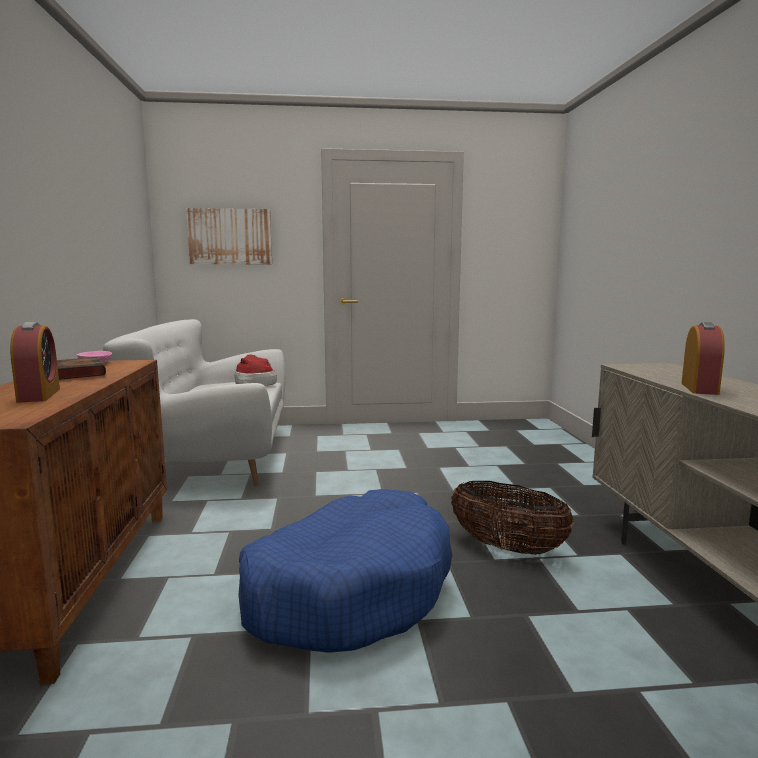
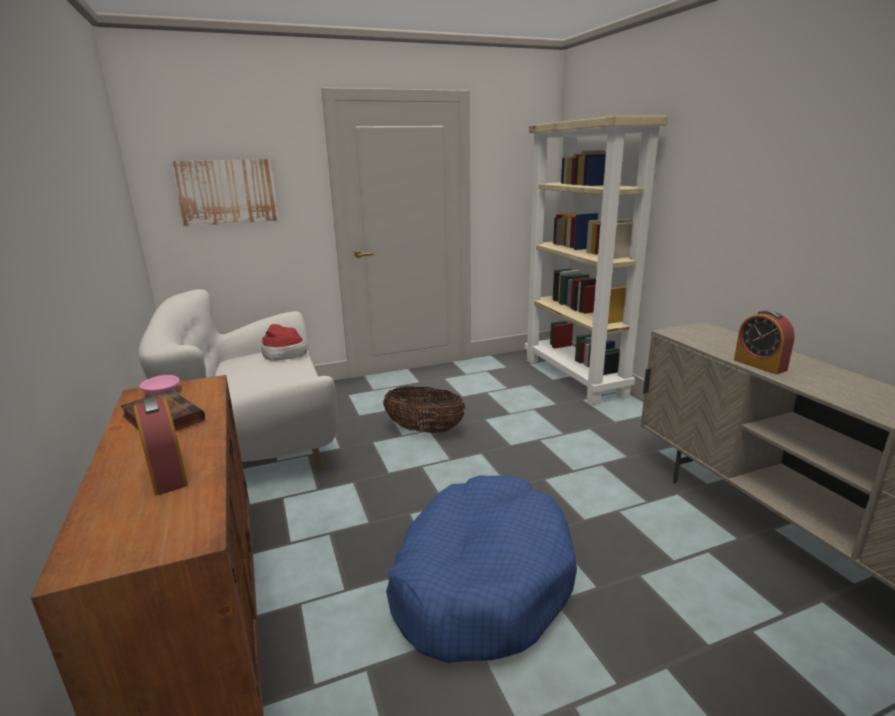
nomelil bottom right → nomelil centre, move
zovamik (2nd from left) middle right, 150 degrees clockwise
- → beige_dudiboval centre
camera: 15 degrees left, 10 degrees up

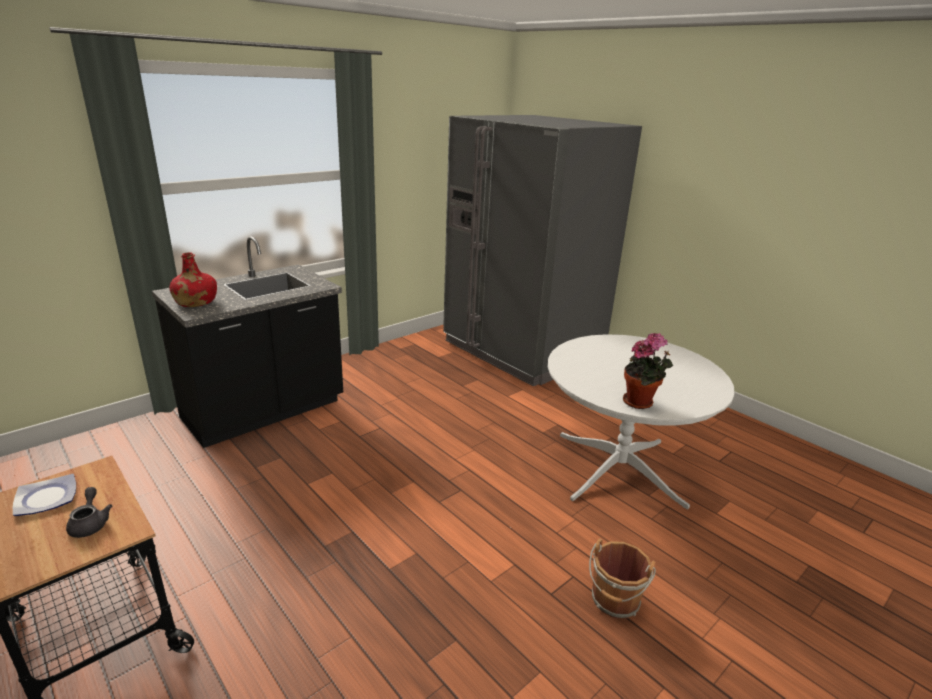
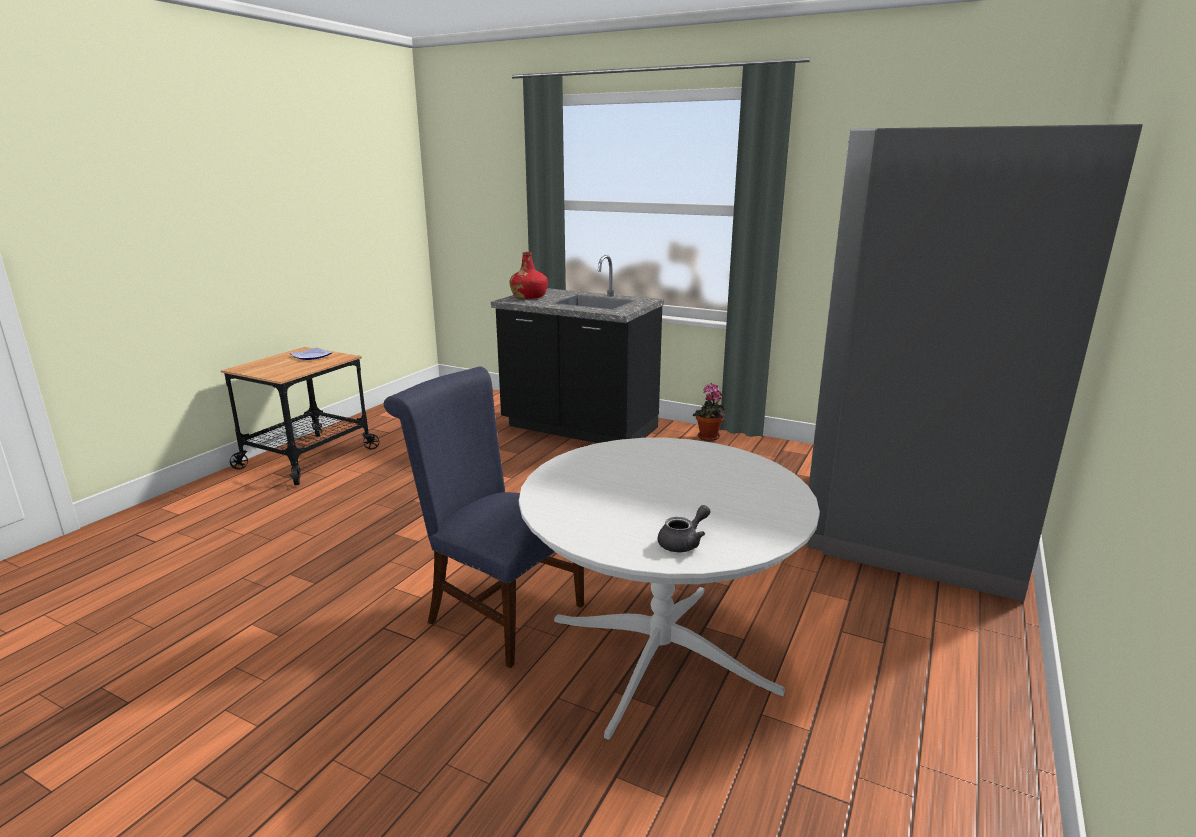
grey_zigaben bottom left → grey_zigaben centre, move
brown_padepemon bottom right → -
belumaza middle right → belumaza centre, move
- → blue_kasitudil centre
camera: 70 degrees right, 5 degrees down

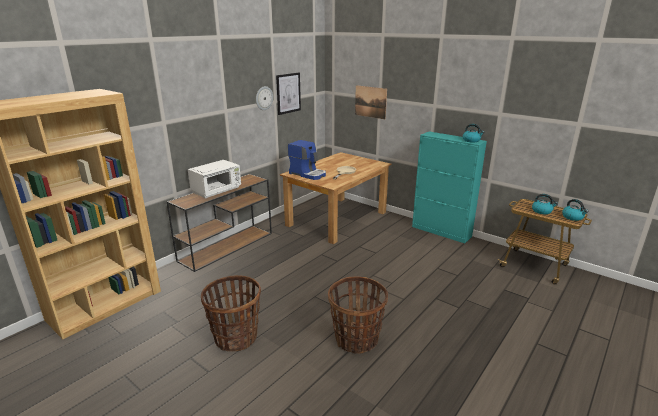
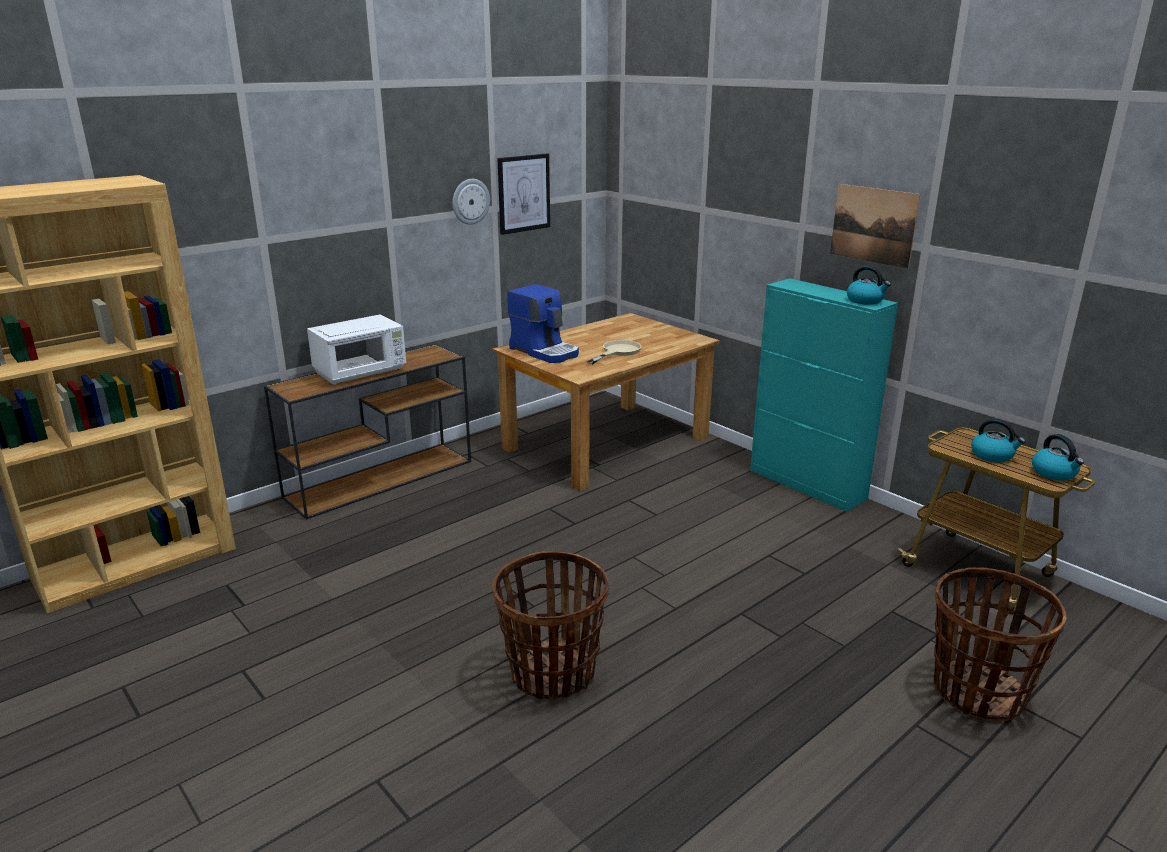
nomelil (1st from left in the first image) bottom centre → nomelil (2nd from left) bottom right, move
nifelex (2nd from left) top centre → nifelex (2nd from left) top right, move
camera: 10 degrees right, 0 degrees up

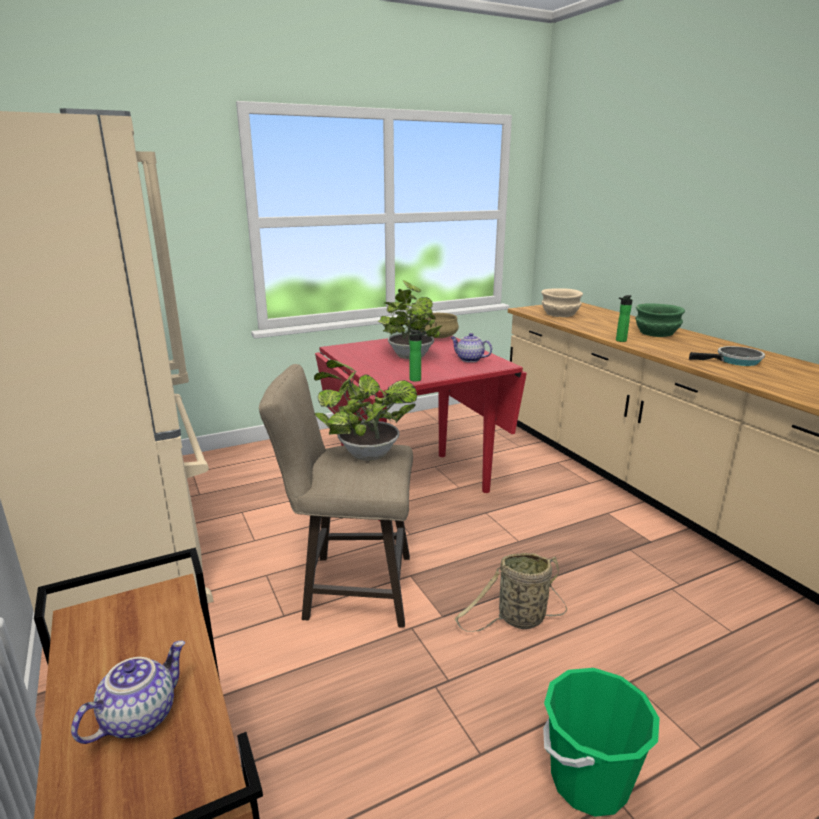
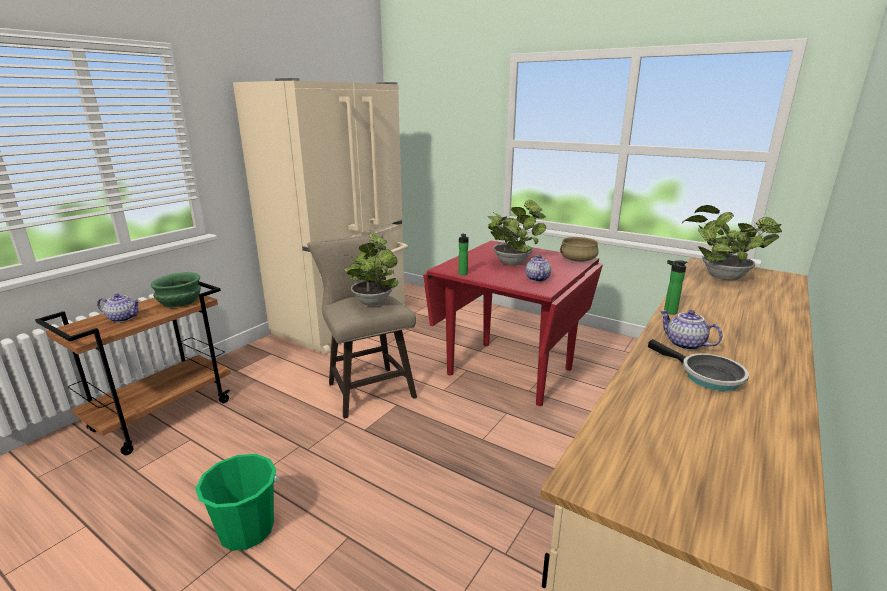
nomelil bottom centre → -
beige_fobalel middle right → belumaza (3rd from left) middle right
green_fobalel middle right → green_fobalel middle left, move
- → zigaben (3rd from left) middle right
camera: 60 degrees right, 0 degrees up

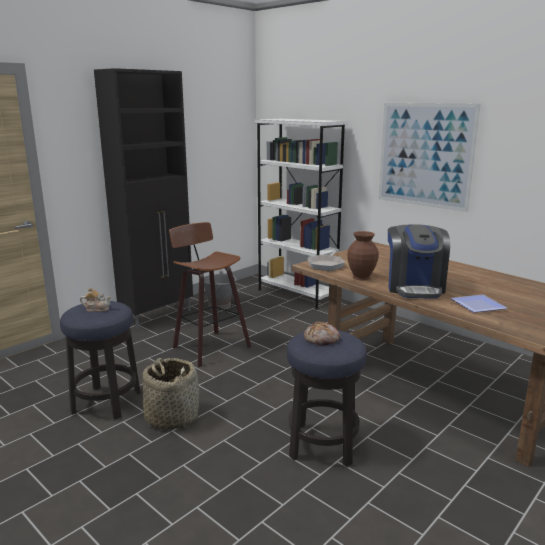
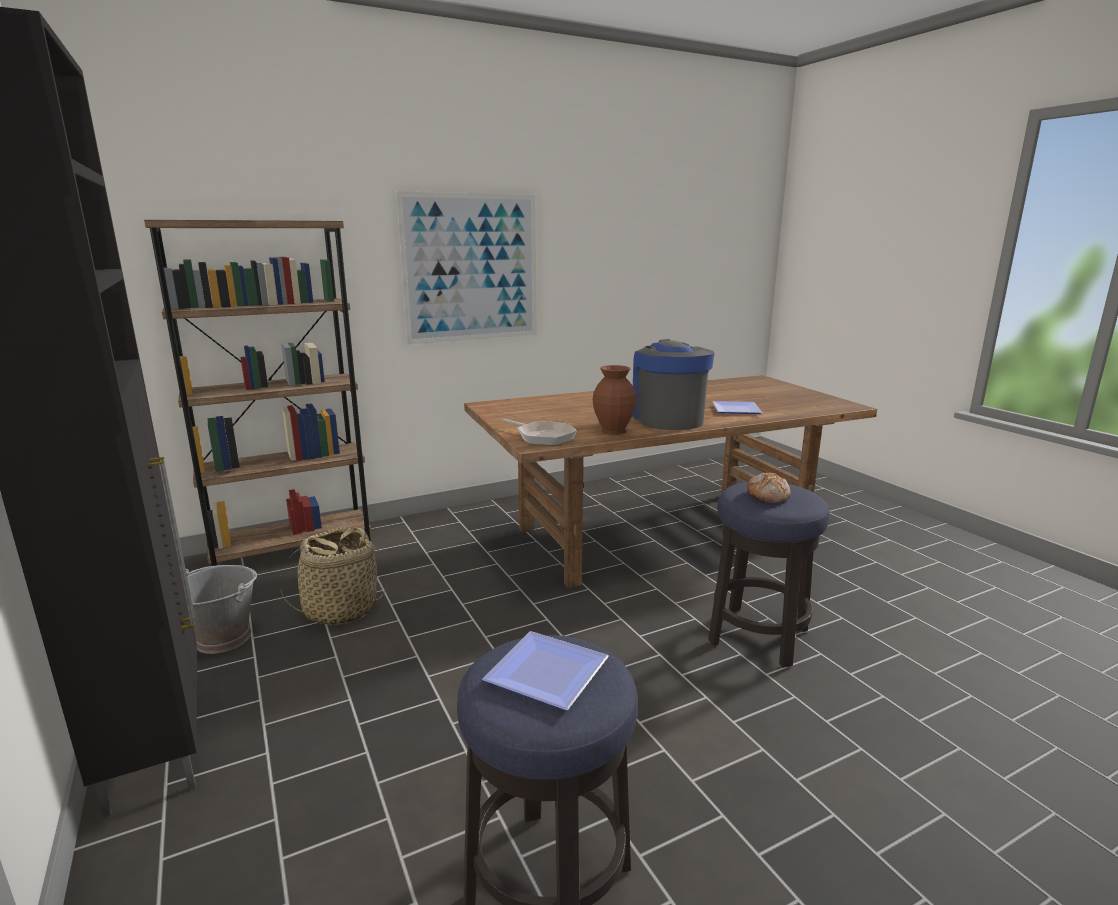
zigaben middle left → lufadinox (1st from left) bottom centre
nomelil bottom left → nomelil middle left, move
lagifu (2nd from left) centre → -
white_dudiboval centre → brown_dudiboval middle left
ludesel middle right → ludesel centre, 120 degrees counterclockwise
camera: 70 degrees left, 0 degrees up

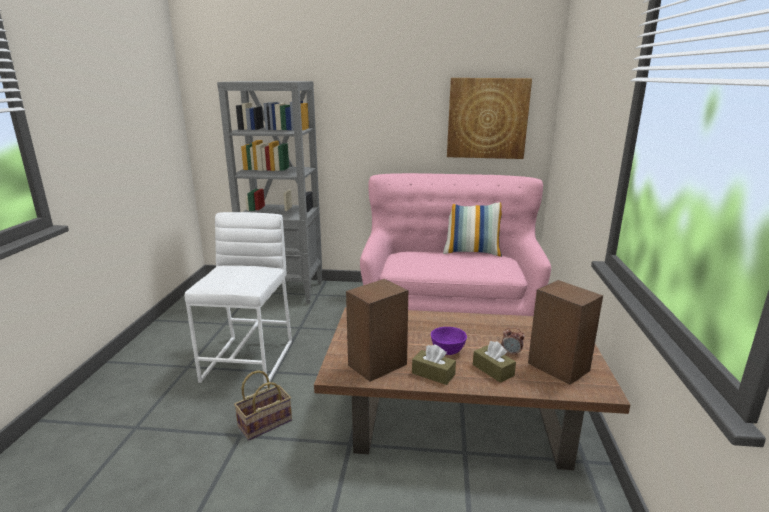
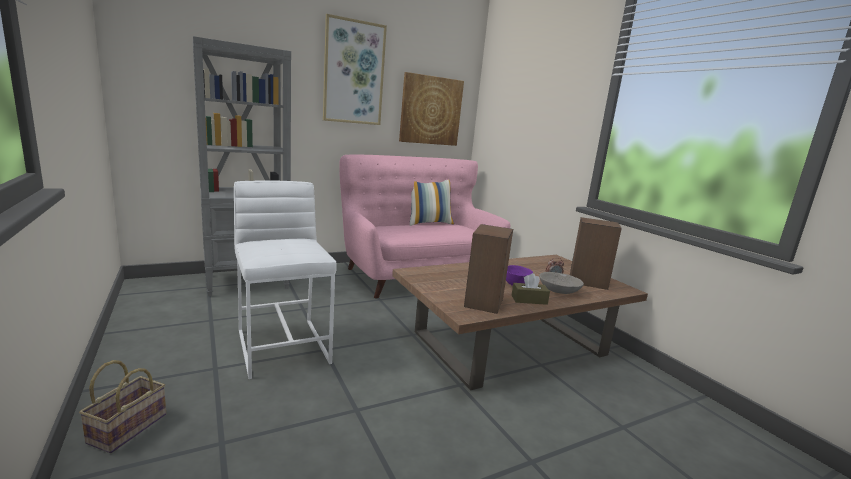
nomelil bottom centre → nomelil bottom left, move
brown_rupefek (2nd from left) bottom centre → grey_fobalel centre
- → nifelex (1st from left) top centre
camera: 35 degrees left, 5 degrees down

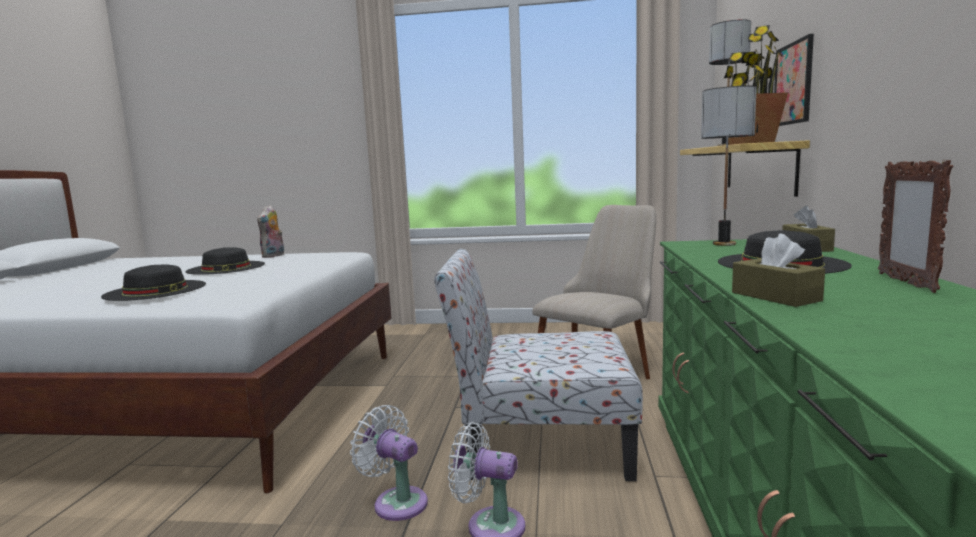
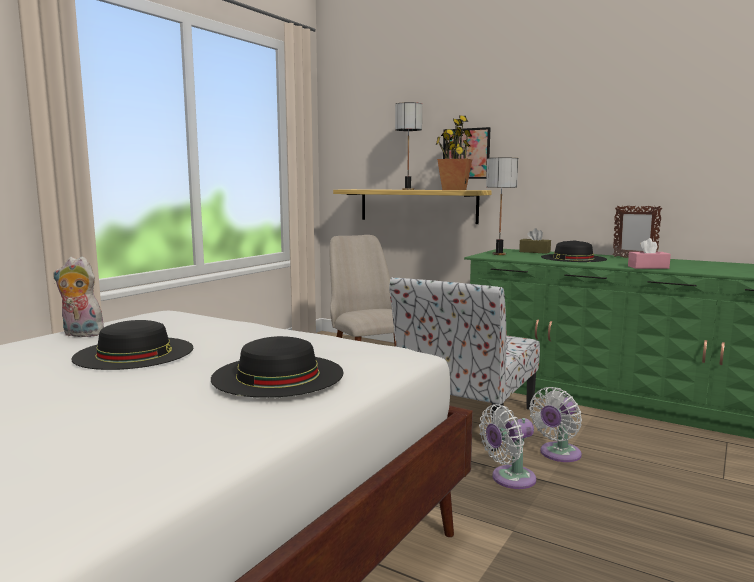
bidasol middle left, 150 degrees clockwise
brown_rupefek (1st from left) middle right → pink_rupefek middle right
camera: 65 degrees left, 0 degrees up

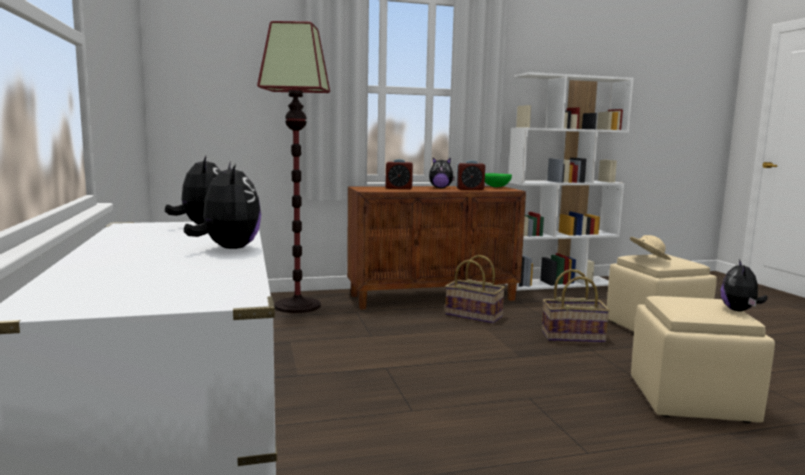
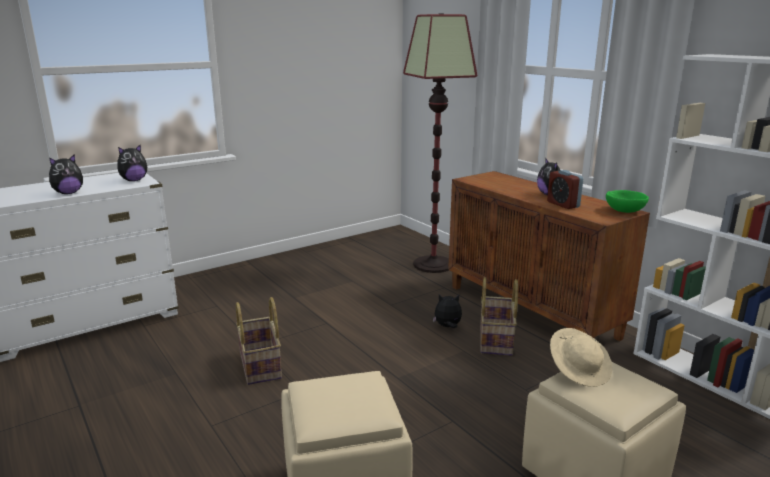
zovamik (1st from left) centre → -
nomelil (2nd from left in the first image) middle right → nomelil (1st from left) bottom centre, move
bidasol (4th from left in the first image) middle right → bidasol (3rd from left) centre, move
camera: 70 degrees right, 10 degrees up

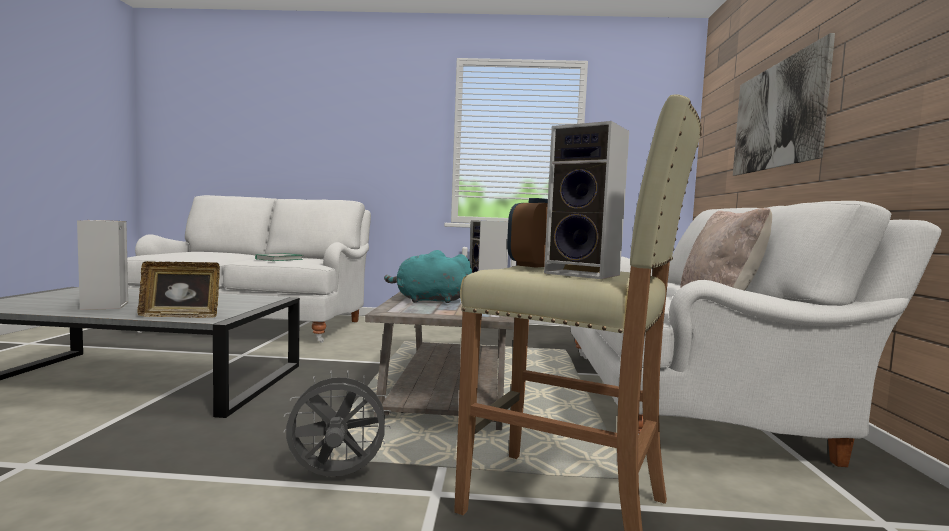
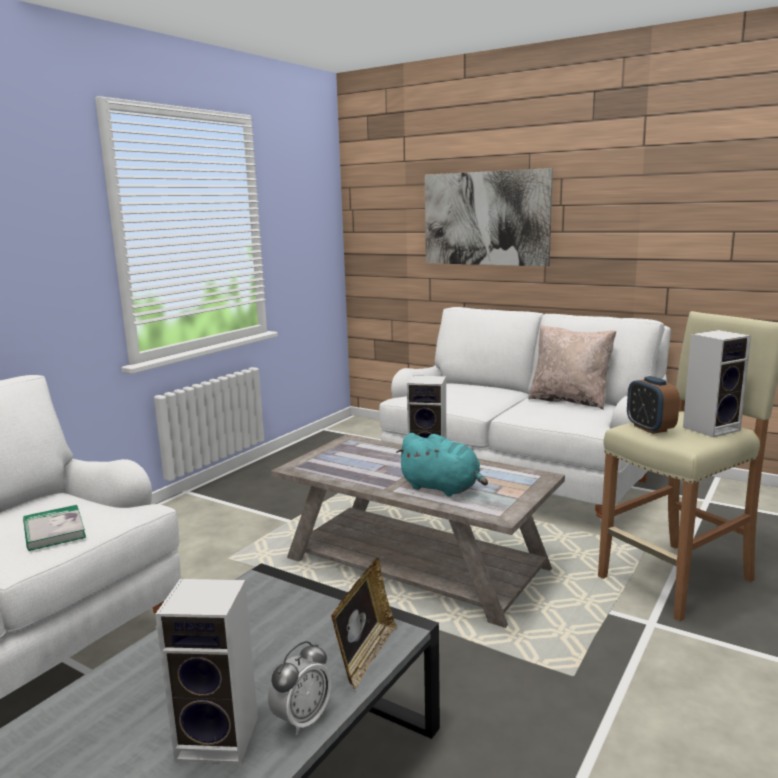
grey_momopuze bottom centre → -
turquoise_bidasol centre, 90 degrees counterclockwise
- → zovamik (1st from left) bottom centre
camera: 60 degrees left, 10 degrees up

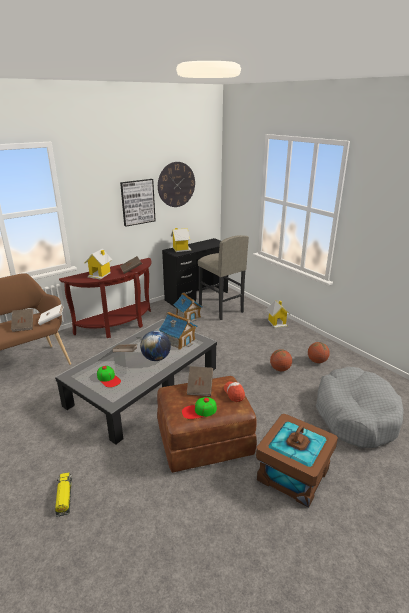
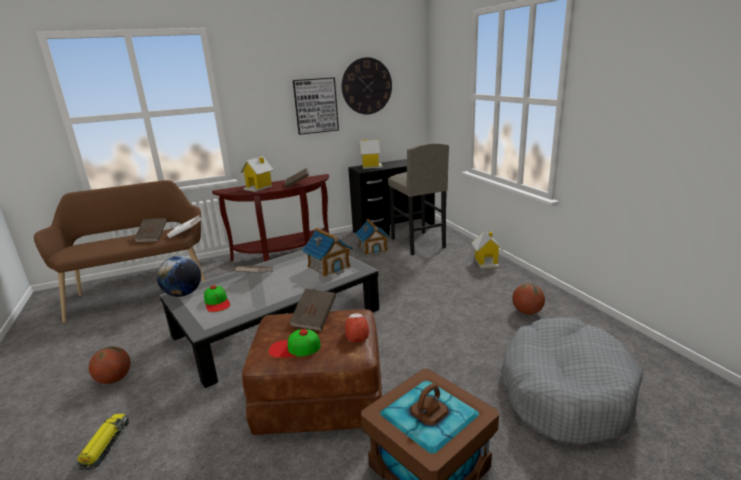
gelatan centre → gelatan middle left, move
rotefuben (1st from left) middle right → rotefuben (1st from left) bottom left, move
camera: 15 degrees right, 5 degrees down

